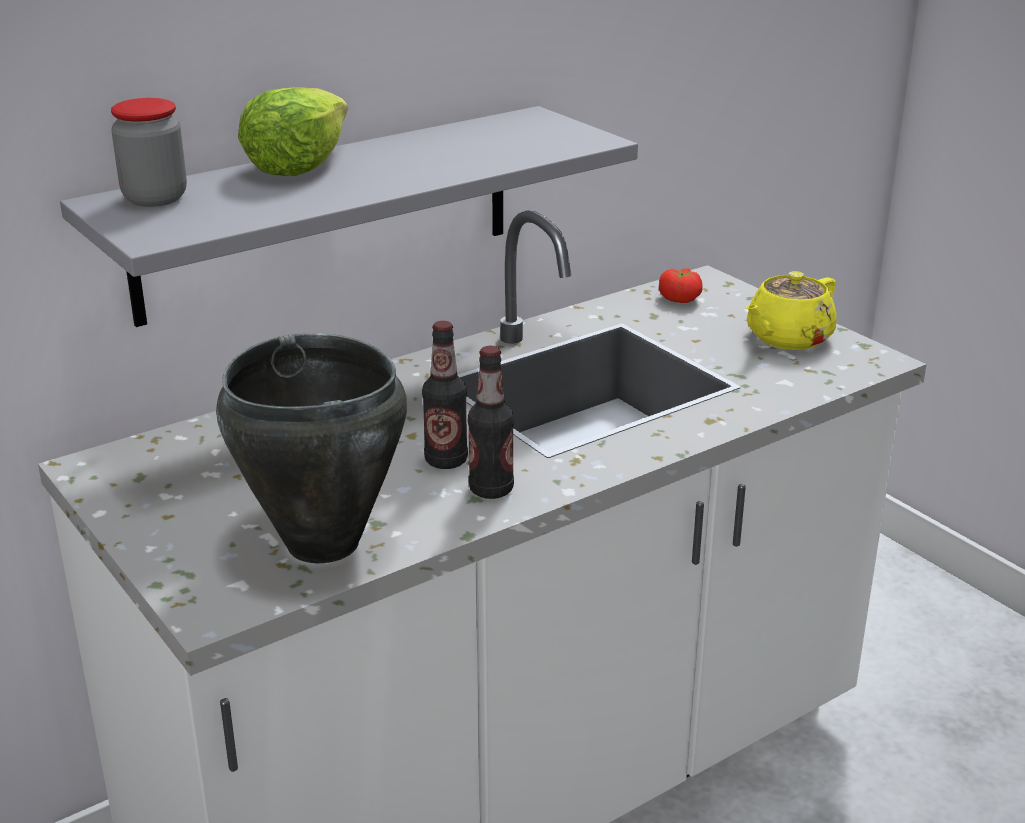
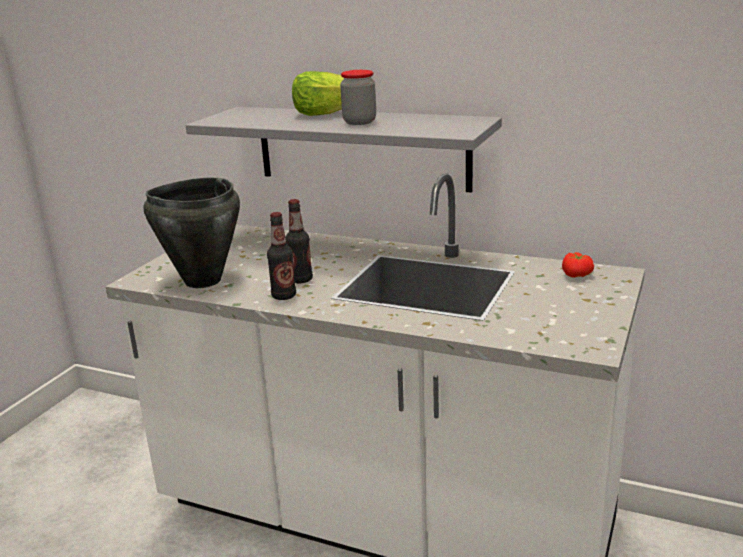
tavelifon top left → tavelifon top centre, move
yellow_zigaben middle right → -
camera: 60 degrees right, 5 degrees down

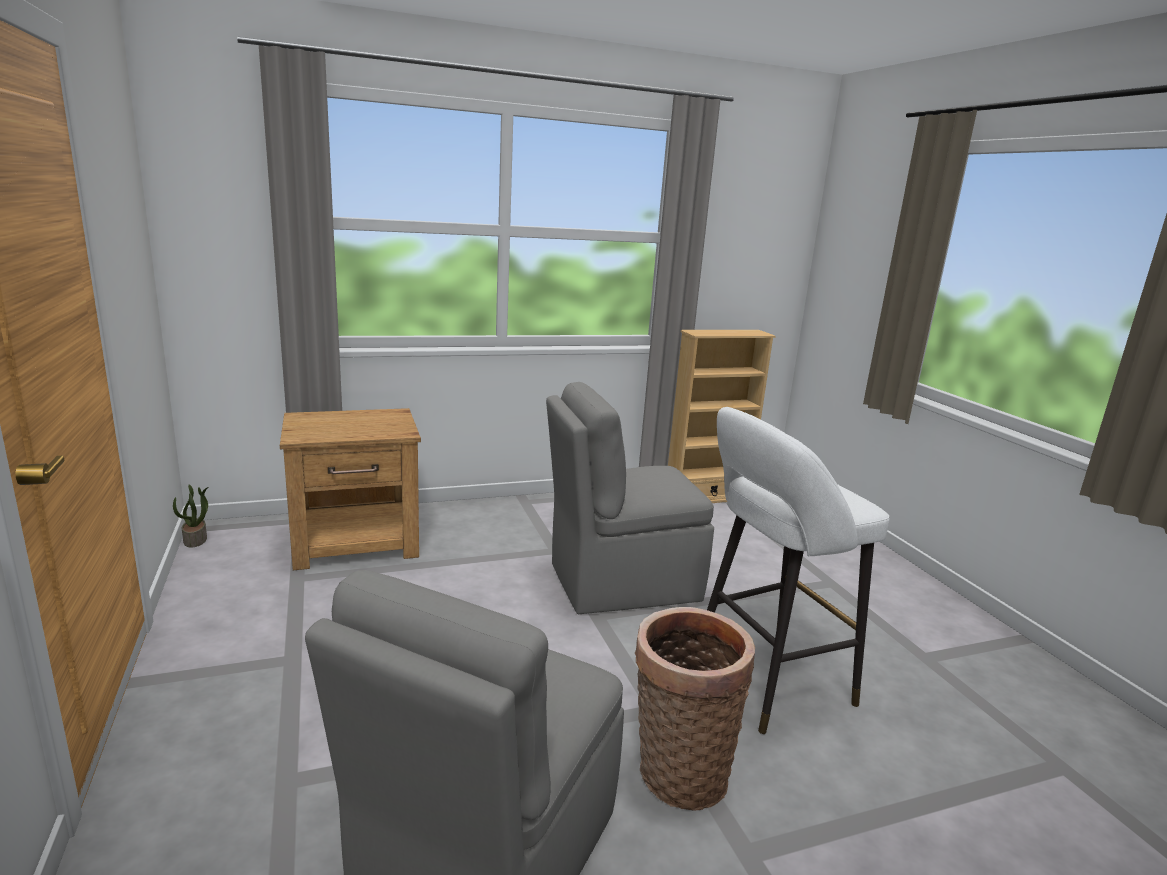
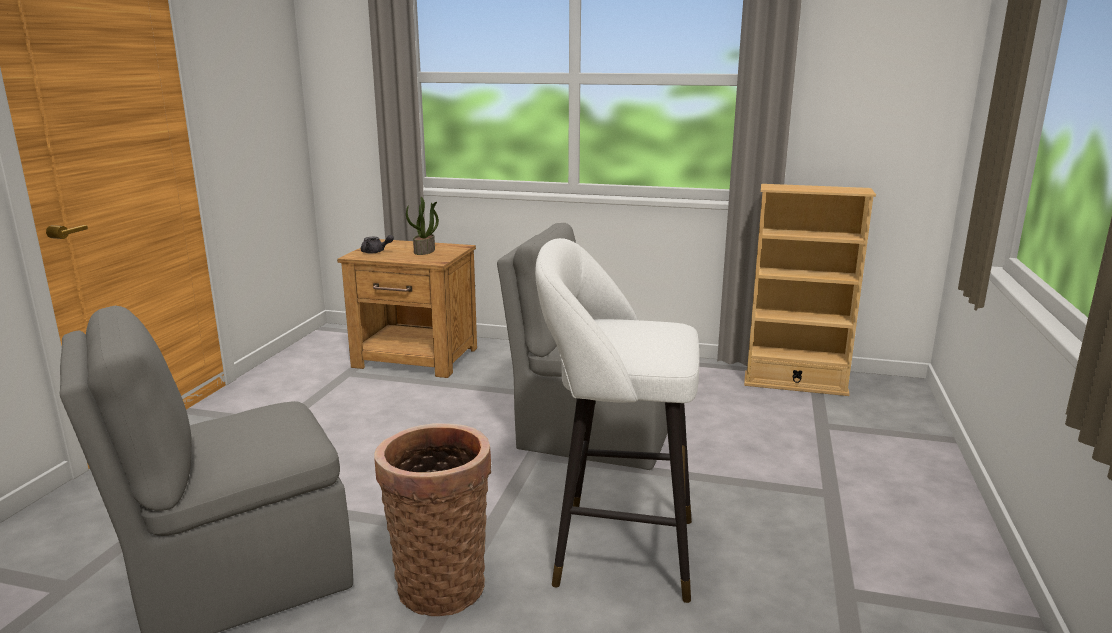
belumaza middle left → belumaza centre, move
- → grey_zigaben centre
camera: 35 degrees right, 0 degrees up

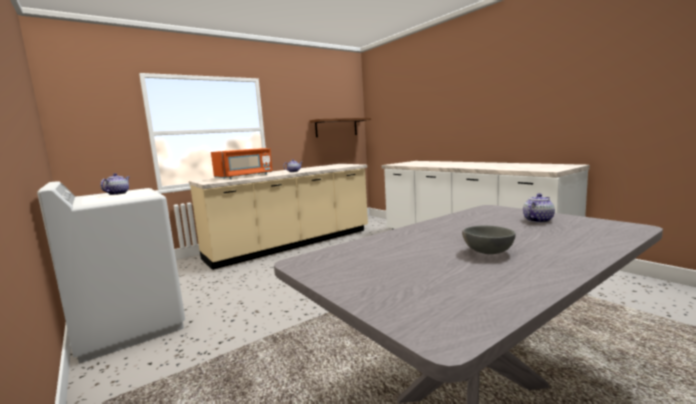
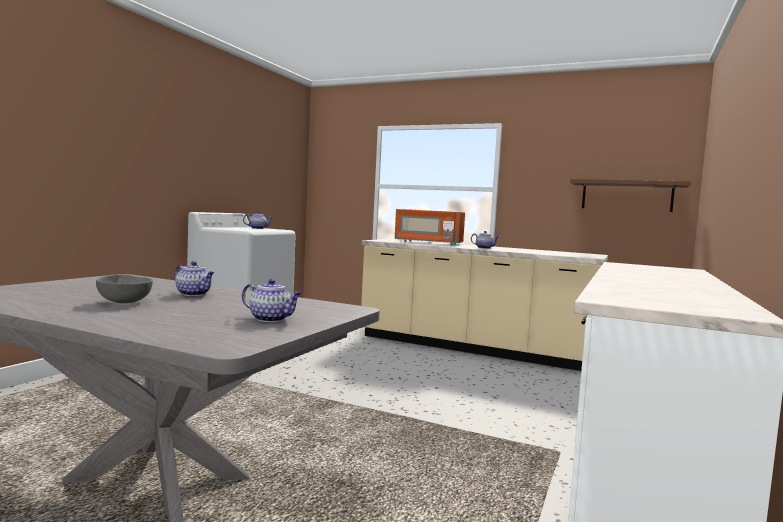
- → zigaben (1st from left) middle left
camera: 60 degrees right, 5 degrees down

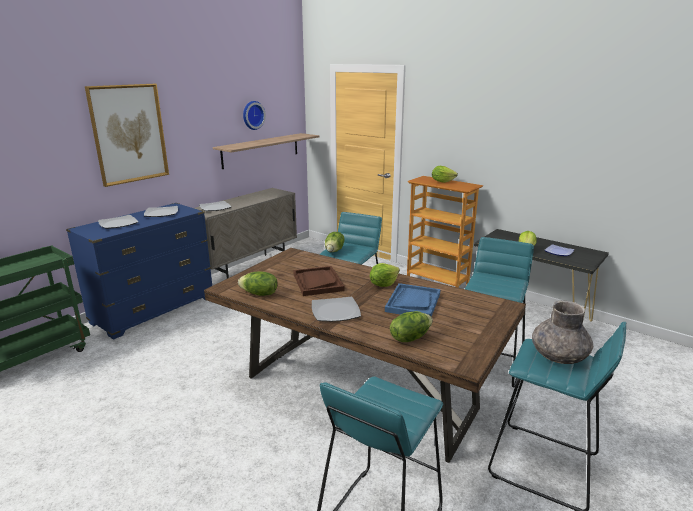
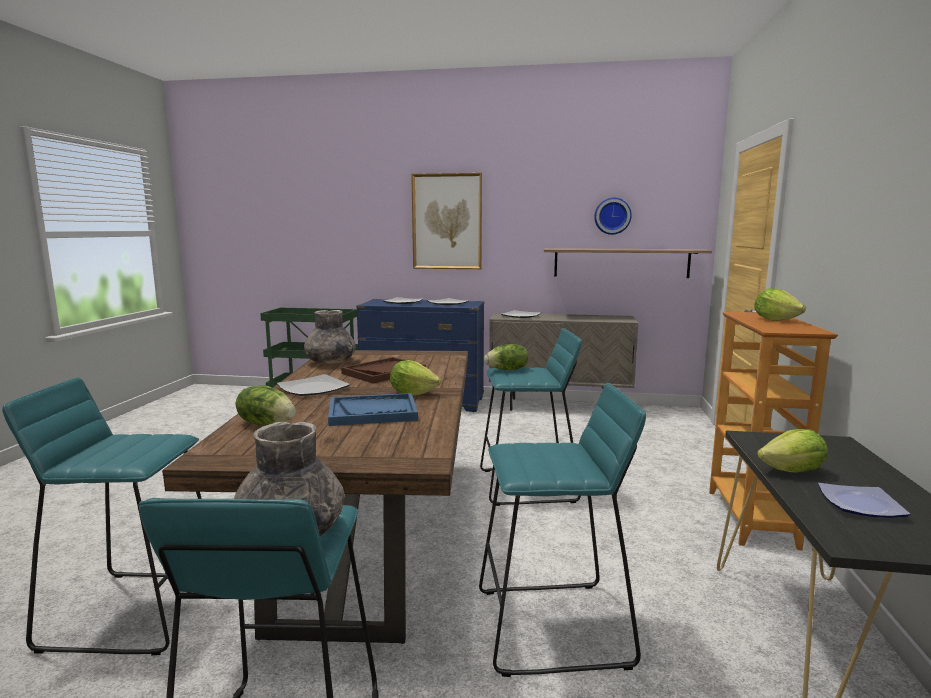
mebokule (1st from left) centre → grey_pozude (2nd from left) centre
camera: 60 degrees right, 10 degrees down

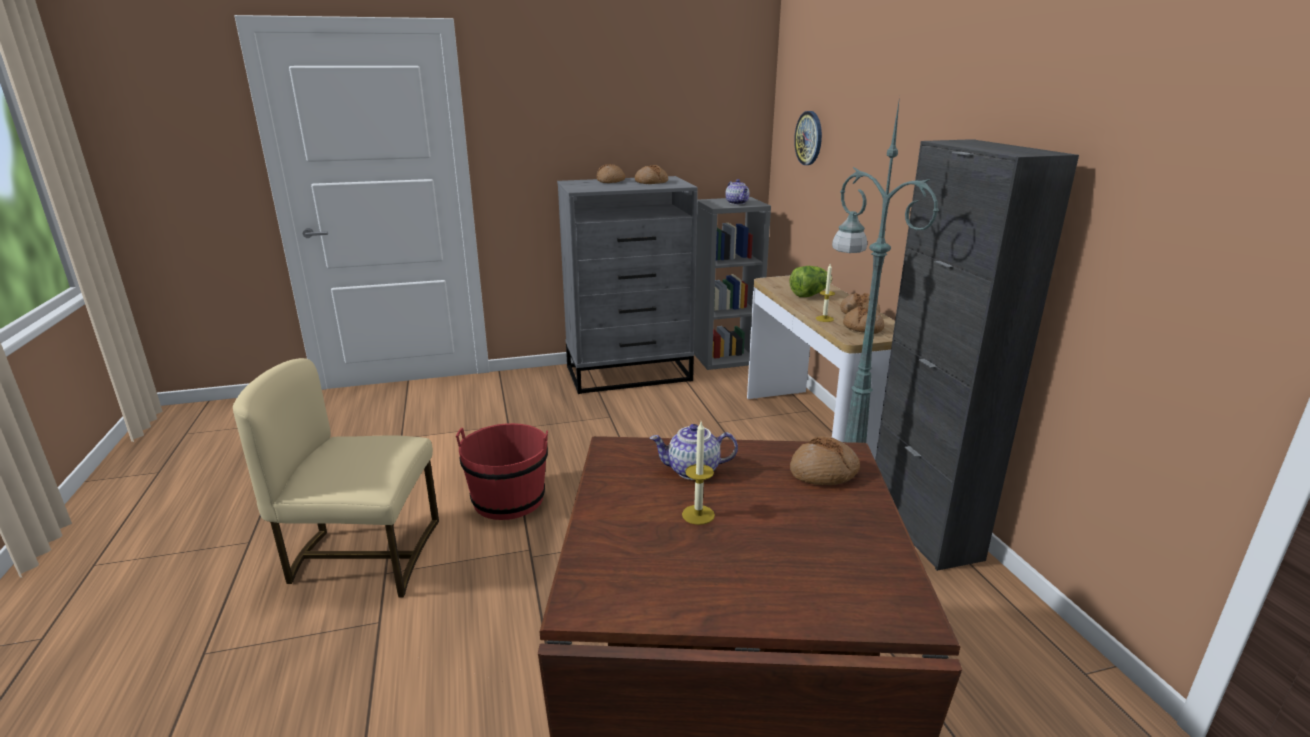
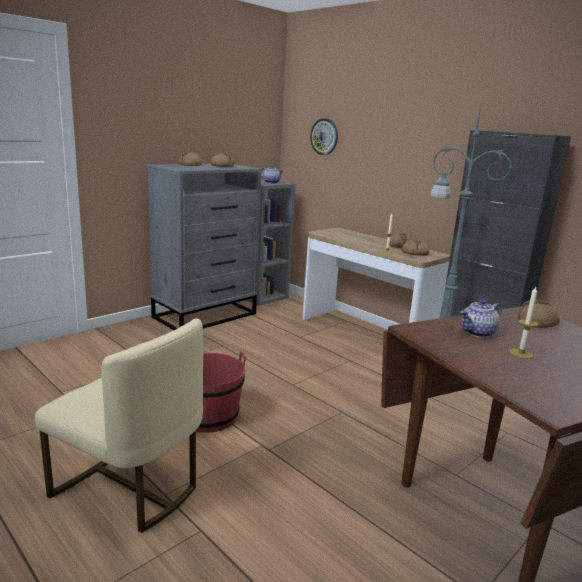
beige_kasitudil middle left → beige_kasitudil bottom left, 120 degrees counterclockwise
mebokule centre → -
camera: 30 degrees left, 5 degrees down

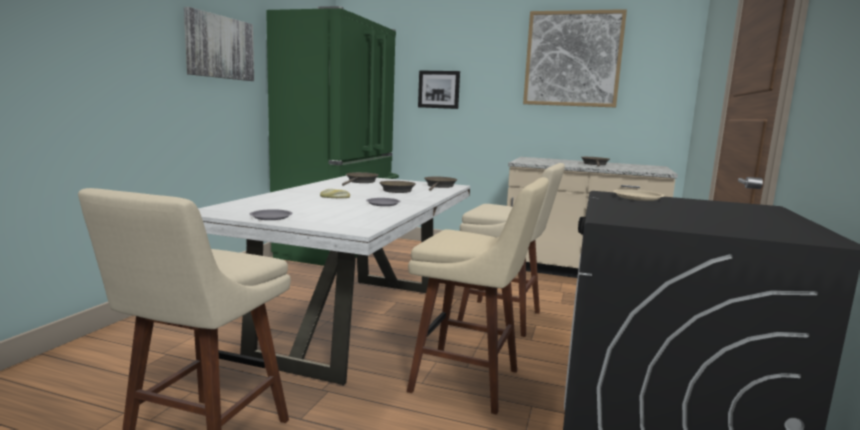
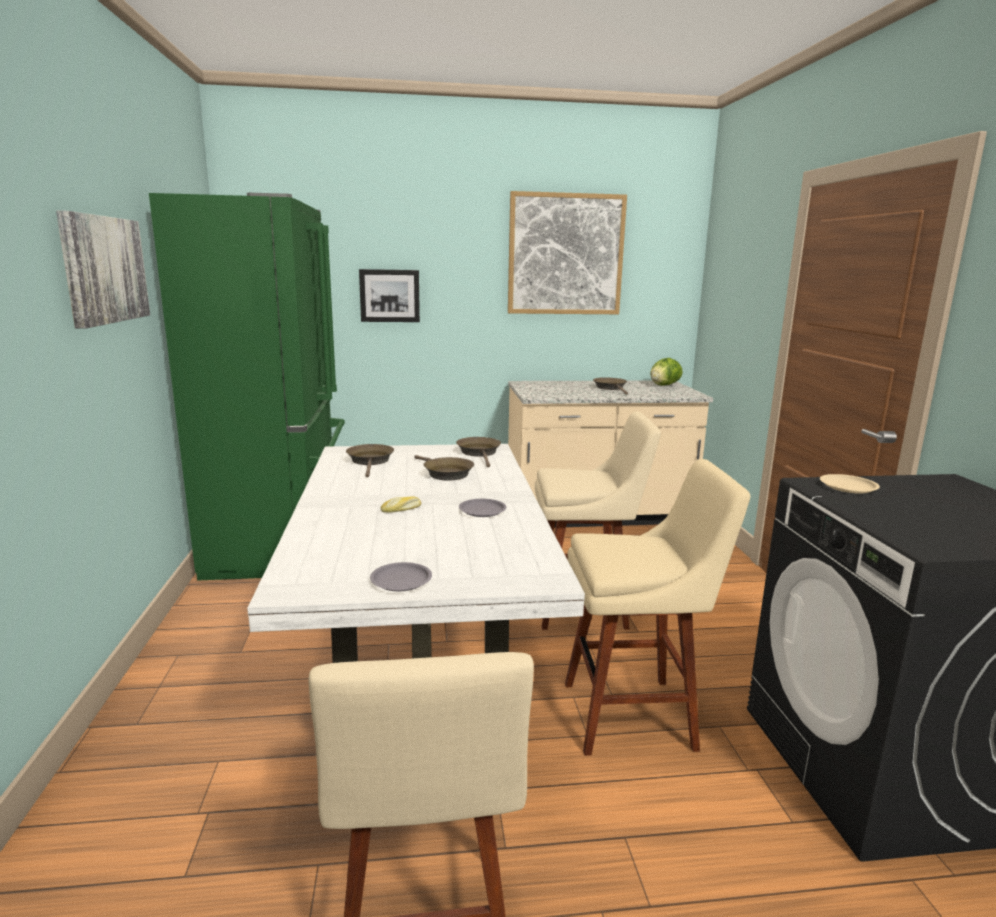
- → mebokule middle right
camera: 25 degrees left, 5 degrees up

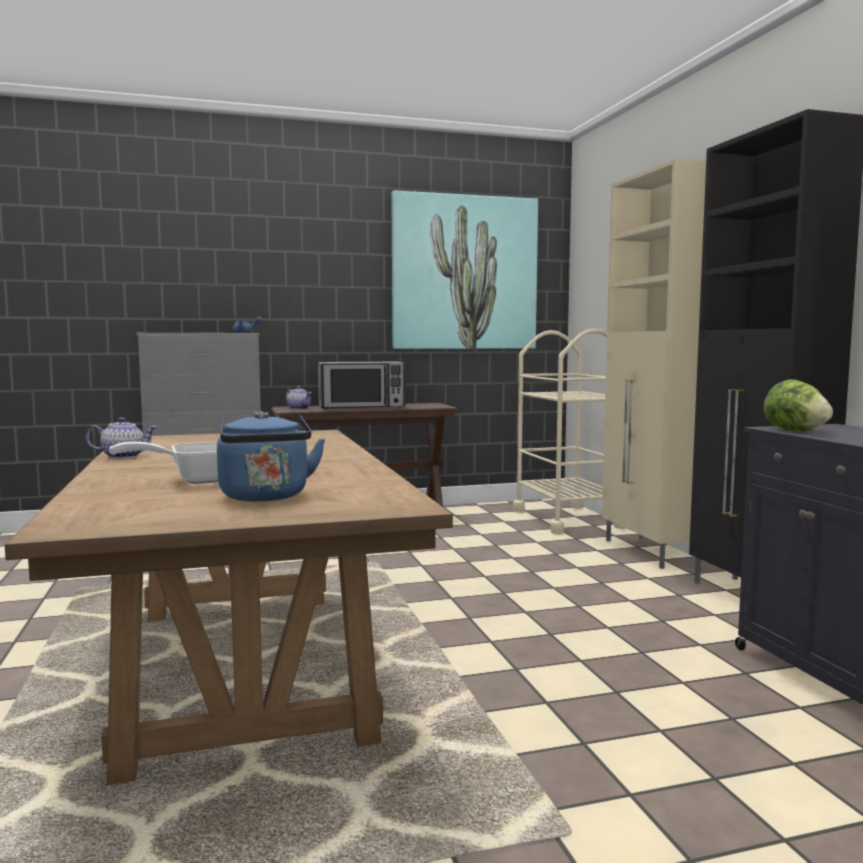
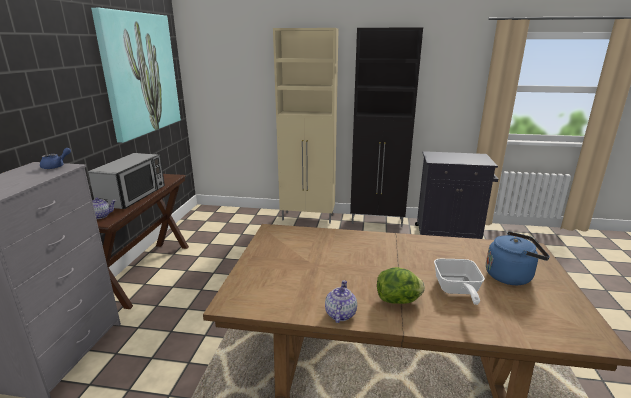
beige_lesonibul centre → -
mebokule middle right → mebokule bottom centre, move
camera: 65 degrees left, 15 degrees up

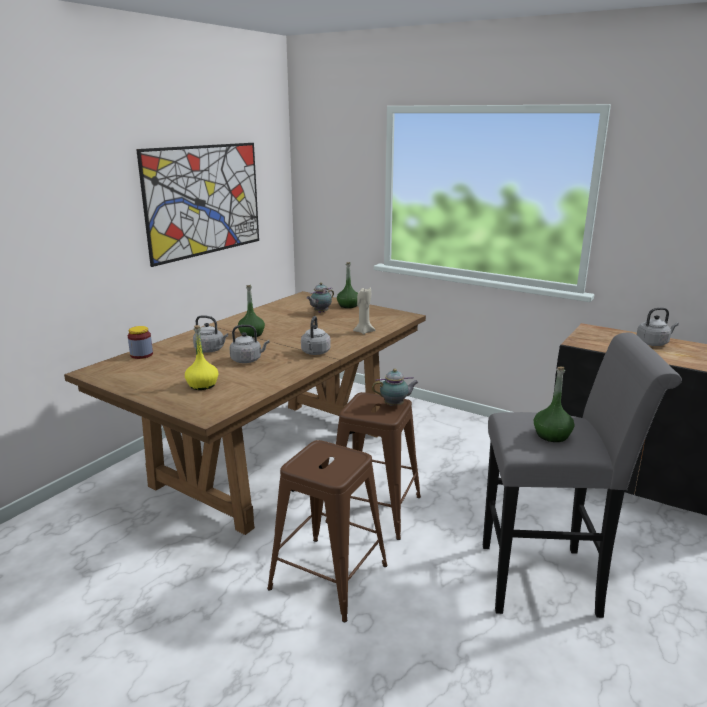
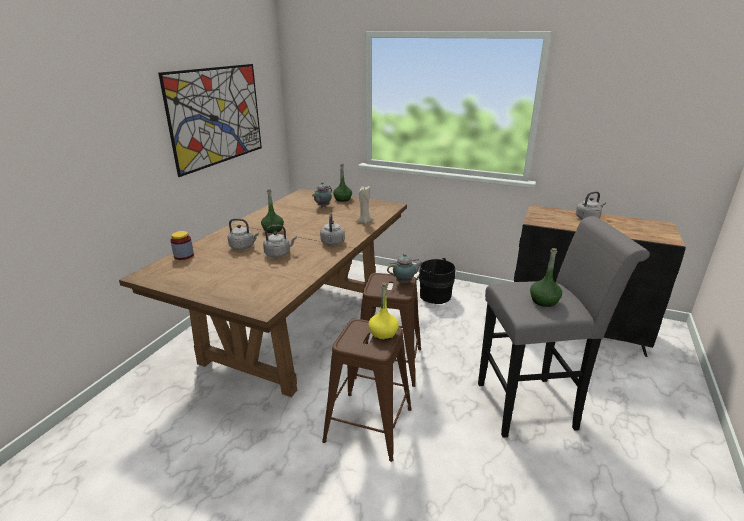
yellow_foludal middle left → yellow_foludal centre, move
- → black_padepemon centre
camera: 10 degrees left, 5 degrees up

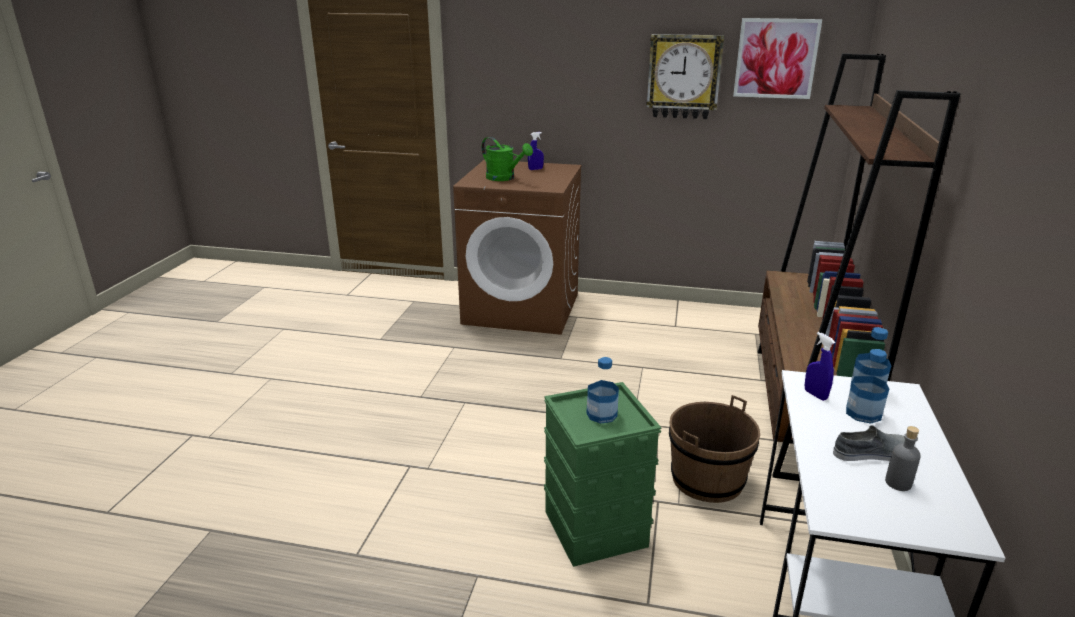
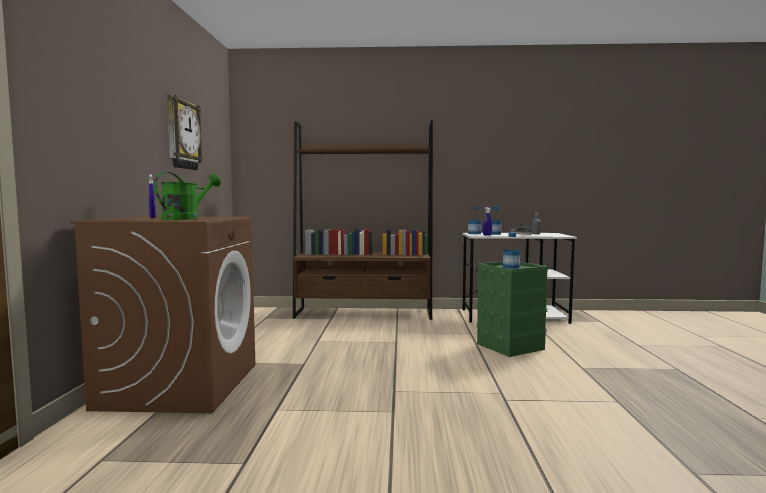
brown_padepemon bottom centre → -
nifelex top right → -
camera: 100 degrees left, 20 degrees down

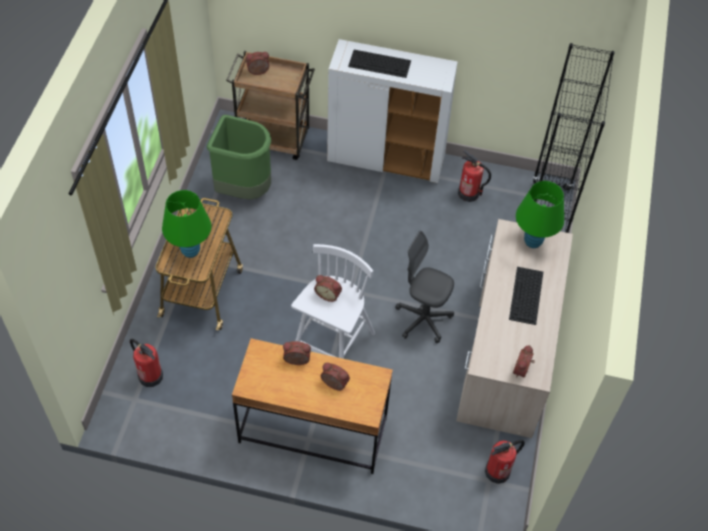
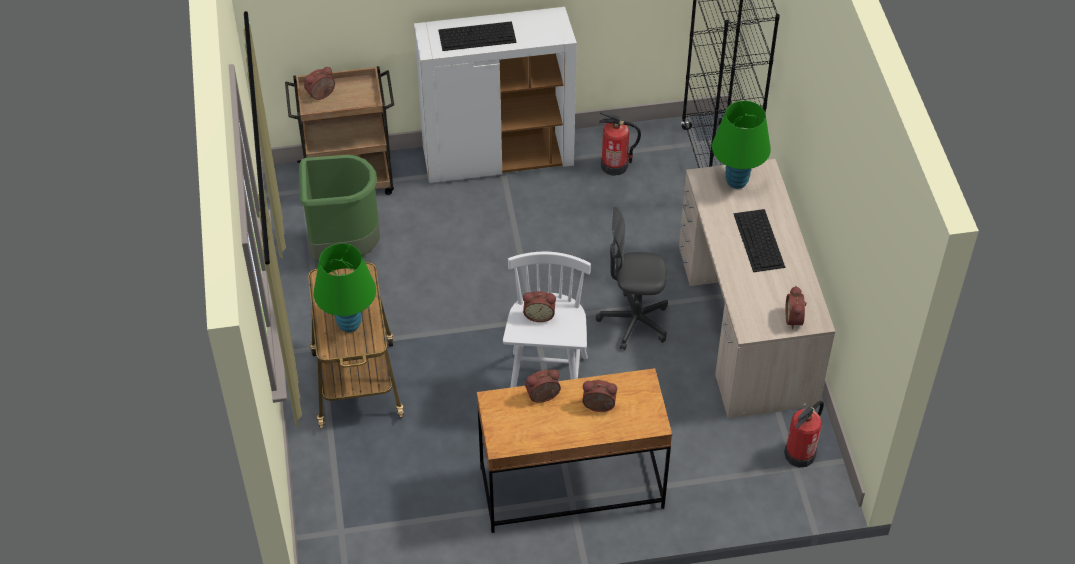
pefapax (1st from left) bottom left → -
camera: 20 degrees left, 5 degrees down

